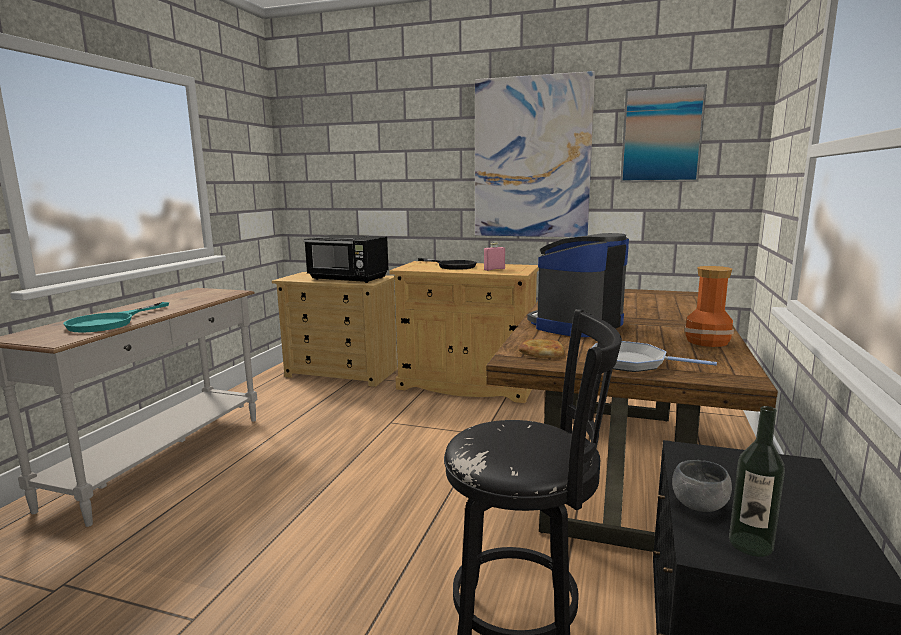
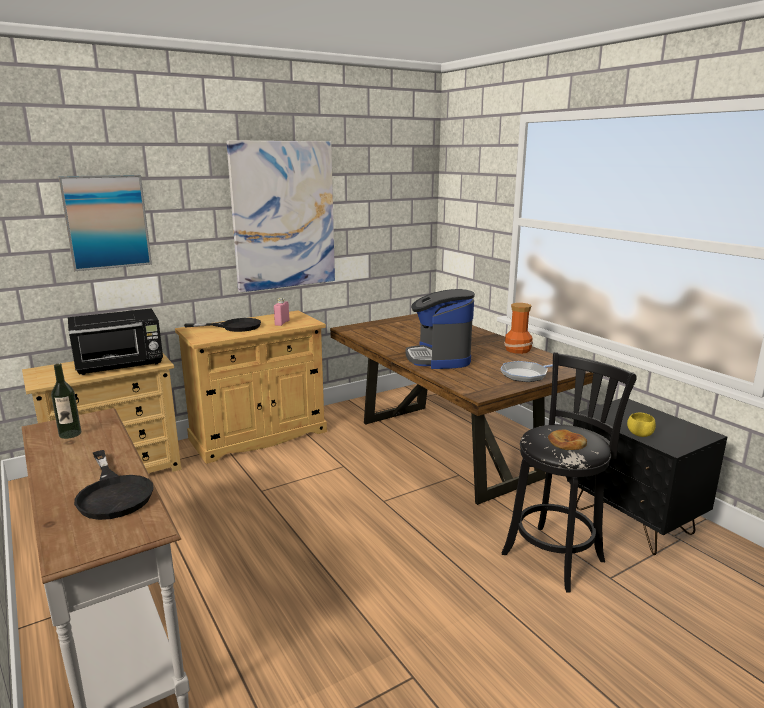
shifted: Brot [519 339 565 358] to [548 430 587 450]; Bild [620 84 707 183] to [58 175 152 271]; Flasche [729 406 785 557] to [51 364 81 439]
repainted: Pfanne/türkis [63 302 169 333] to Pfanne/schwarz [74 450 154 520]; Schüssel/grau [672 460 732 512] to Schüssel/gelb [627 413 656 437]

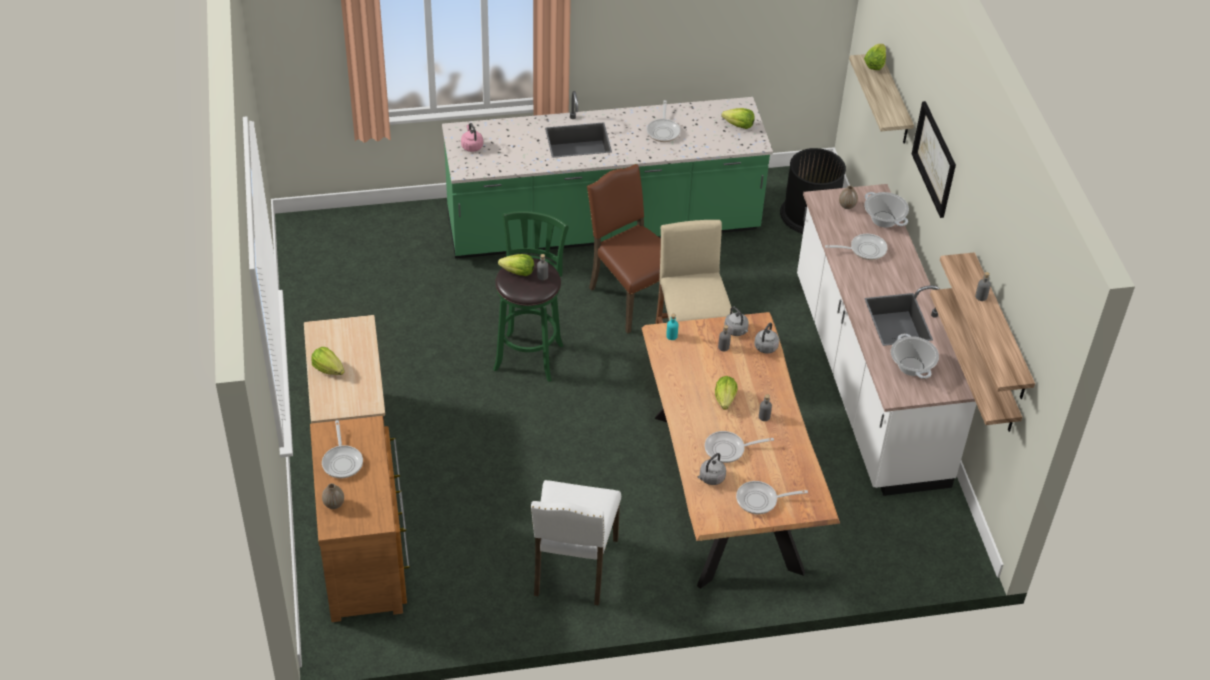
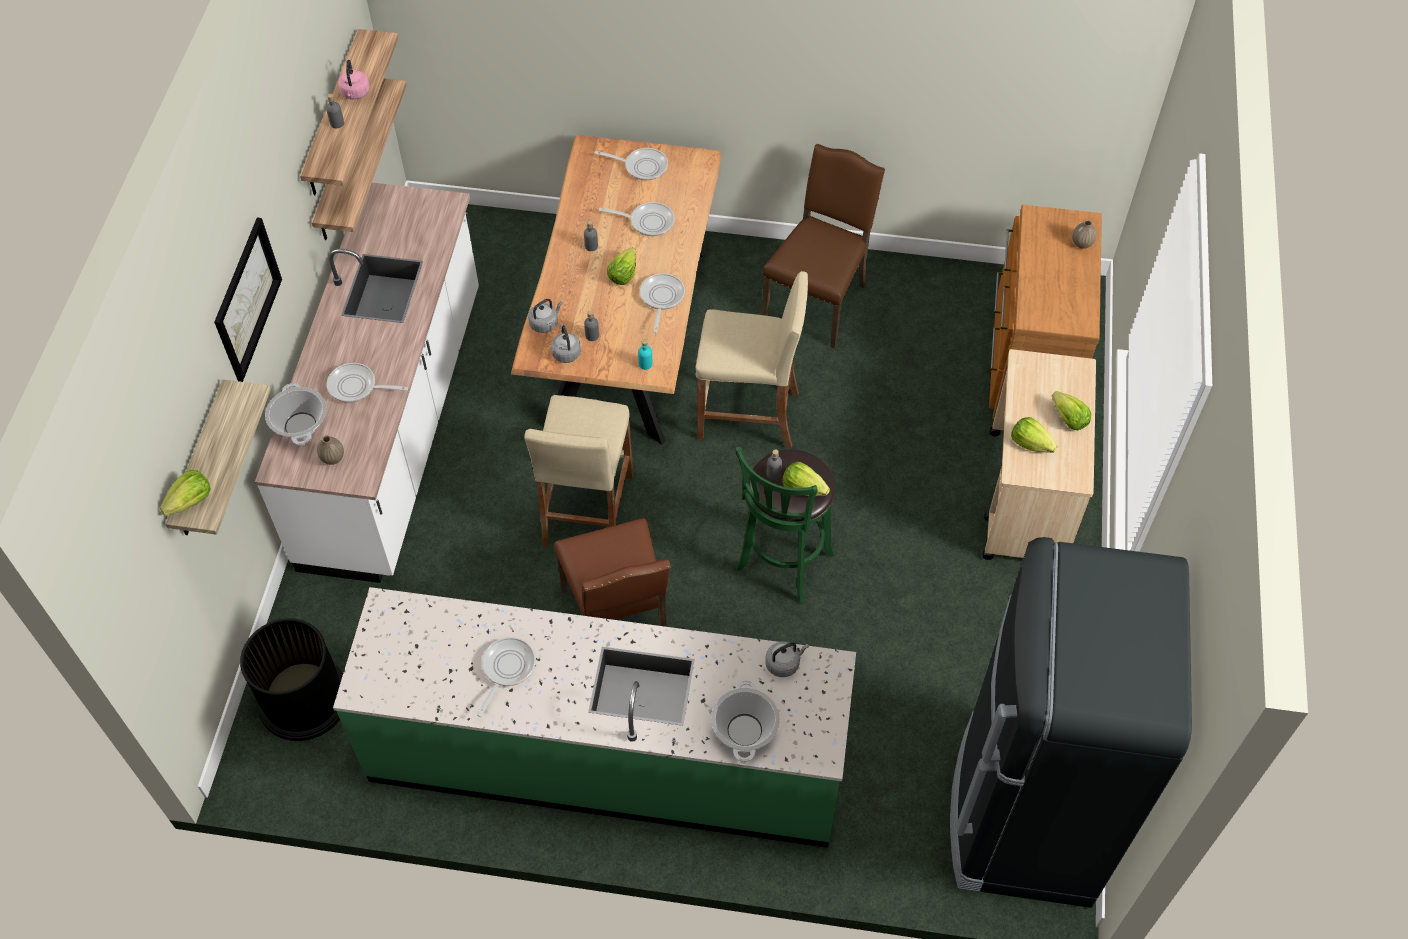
new: Hocker/beige [695 271 808 448]; Kühlschrank/schwarz [950 537 1192 908]
shifted: Pfanne [322 420 363 478] to [640 273 685 333]; Wasserkessel/rosa [461 123 483 152] to [338 60 370 100]; Wasserkessel/grau [698 453 726 485] to [765 642 809 677]; Salatkopf [721 108 755 129] to [1011 417 1058 453]; Kochtopf [891 334 939 379] to [711 680 780 762]
repainted: Stuhl/weiß [531 480 621 606] to Stuhl/braun [761 144 885 349]

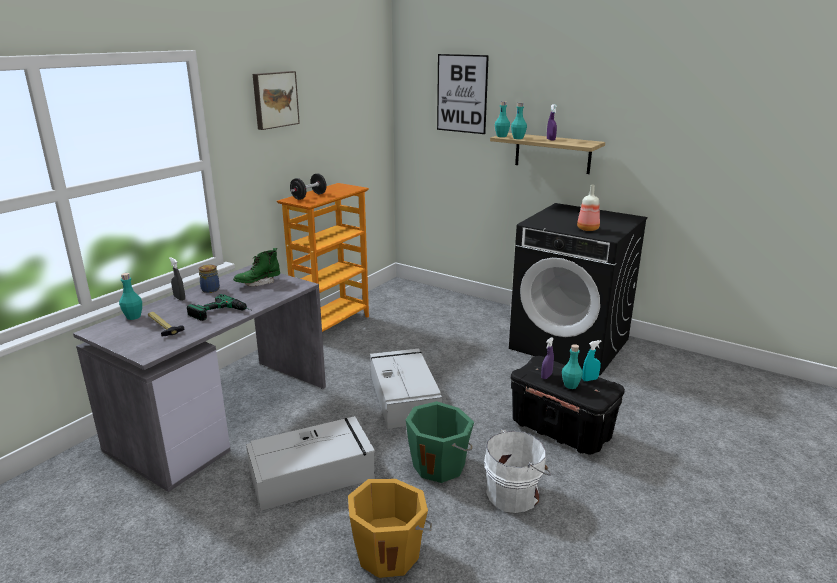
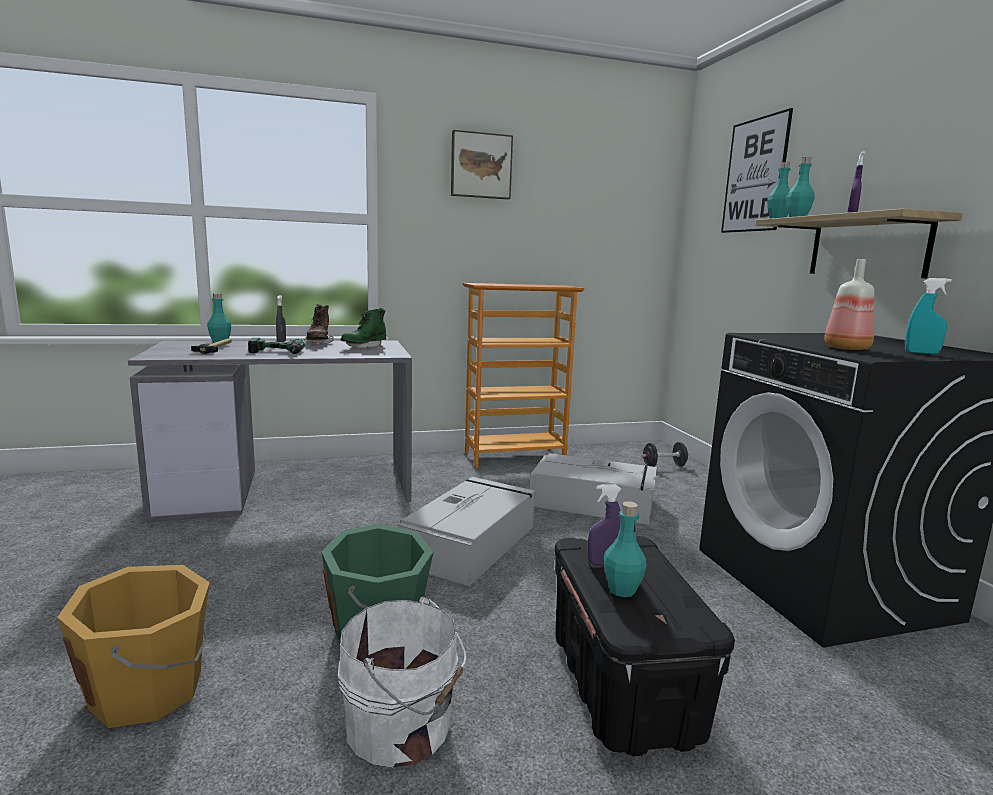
shifted: Aufbewahrungsbox/grau [246 416 375 511] to [530 453 657 525]; Hantel/schwarz [290 173 327 200] to [641 442 689 467]; Sprühflasche/türkis [582 340 602 381] to [905 278 952 354]
swapped: Vorratsglas [199 265 220 293] to Stiefel/braun [304 304 334 344]
rotated: Stiefel/grün [233 248 280 287] = [341 308 386 348] 60 degrees counterclockwise

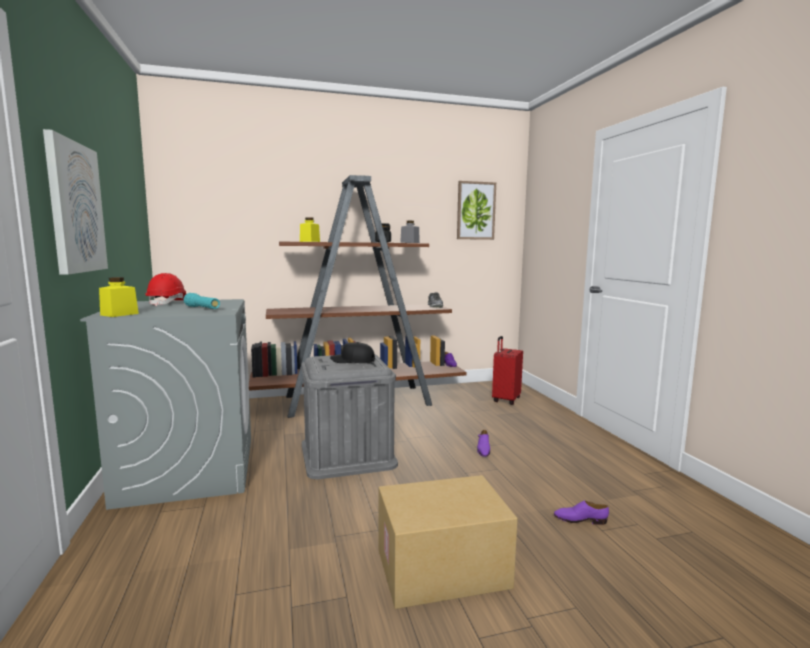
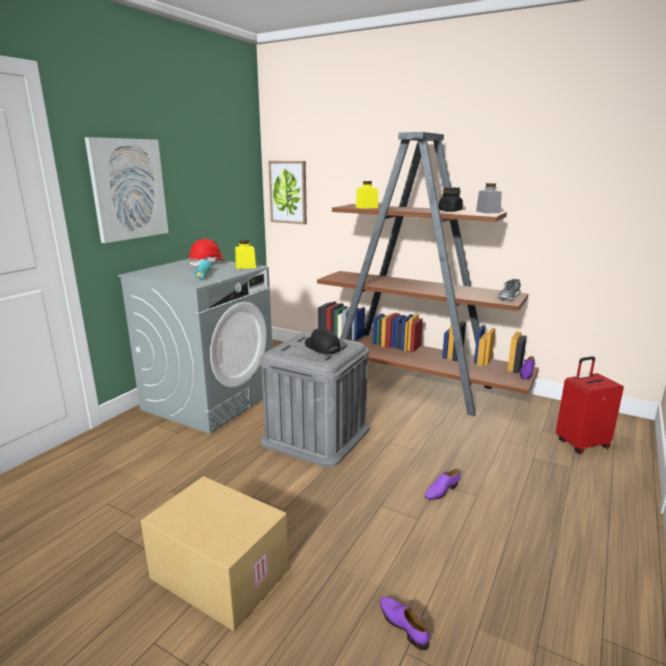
shifted: Vorratsglas/gelb [99 277 139 317] to [235 240 256 269]; Bild [457 181 496 240] to [268 161 307 224]

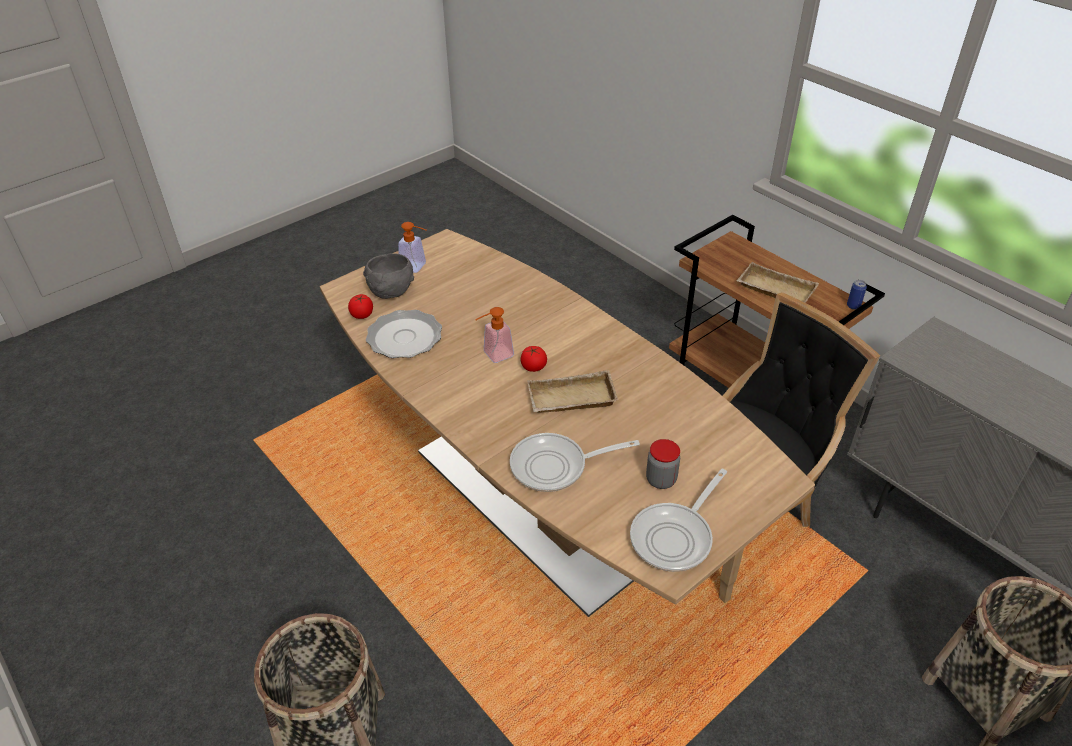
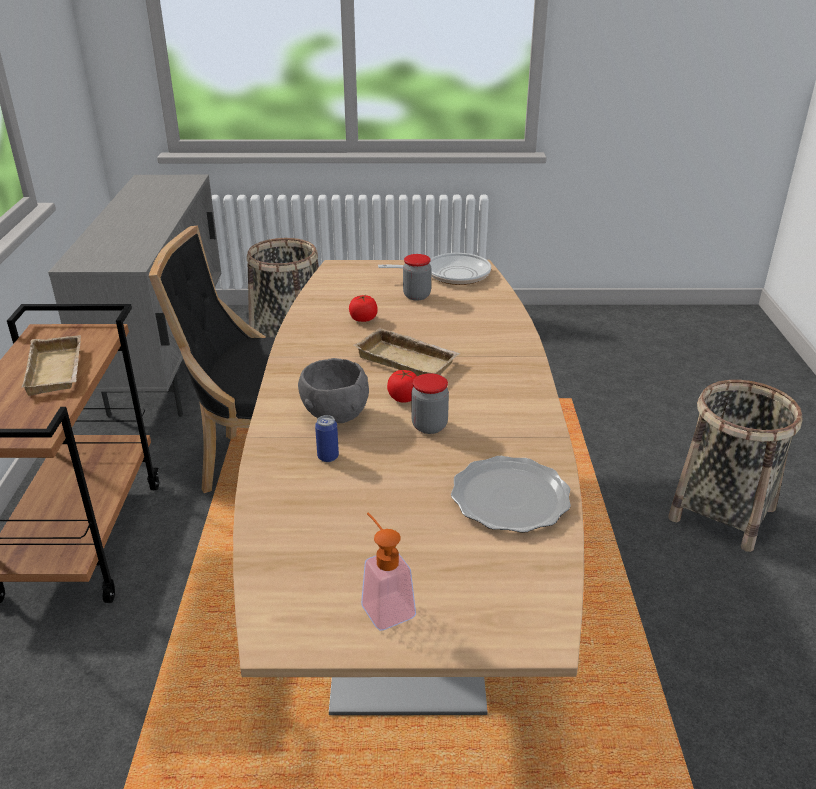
gone: Pfanne [510 433 640 492]
shifted: Tomate [348 294 373 319] to [349 295 378 322]; Schüssel/grau [363 253 414 299] to [298 358 369 423]; Dose [847 280 867 310] to [315 415 339 462]
swapped: Seifenspender [475 307 514 363] to Vorratsglas [411 373 449 434]

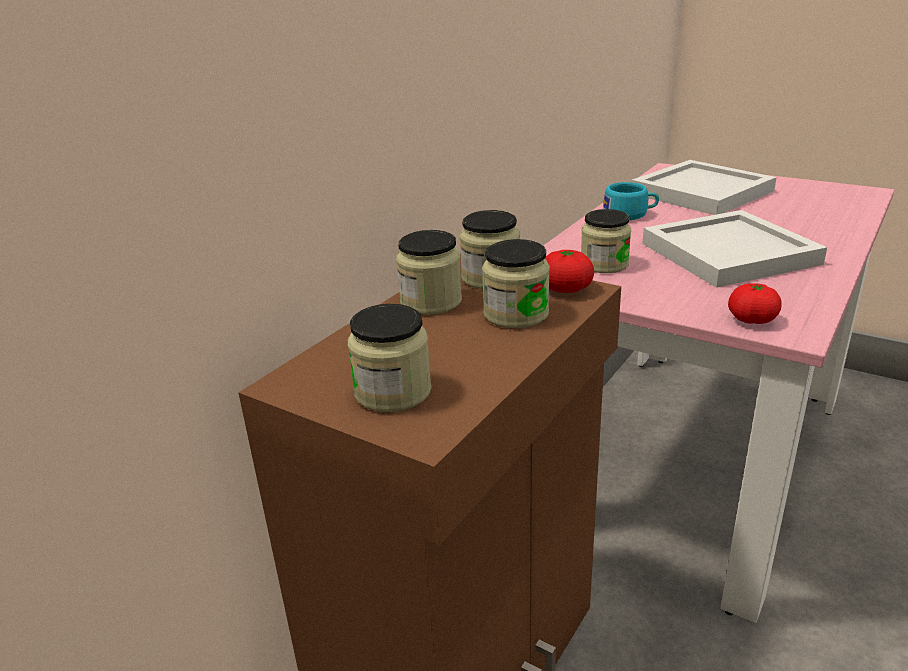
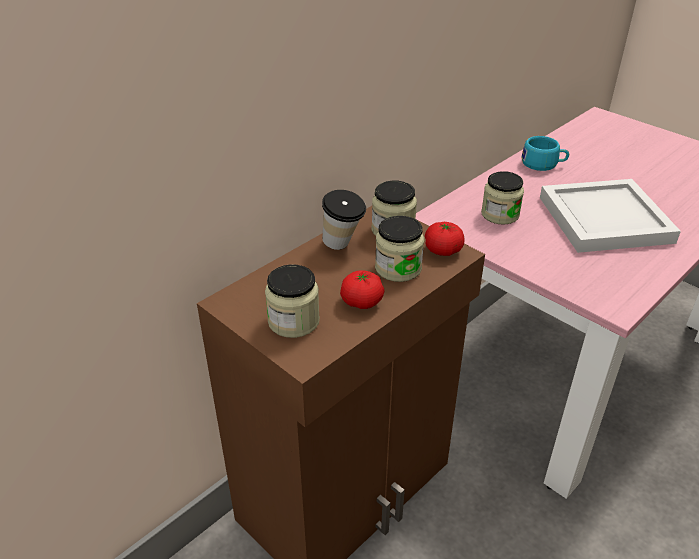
gone: Tablett/weiß [631 160 777 215]
shifted: Tomate [728 283 782 324] to [340 270 384 309]
swapped: Vorratsglas [396 230 462 315] to Tasse [322 190 366 250]

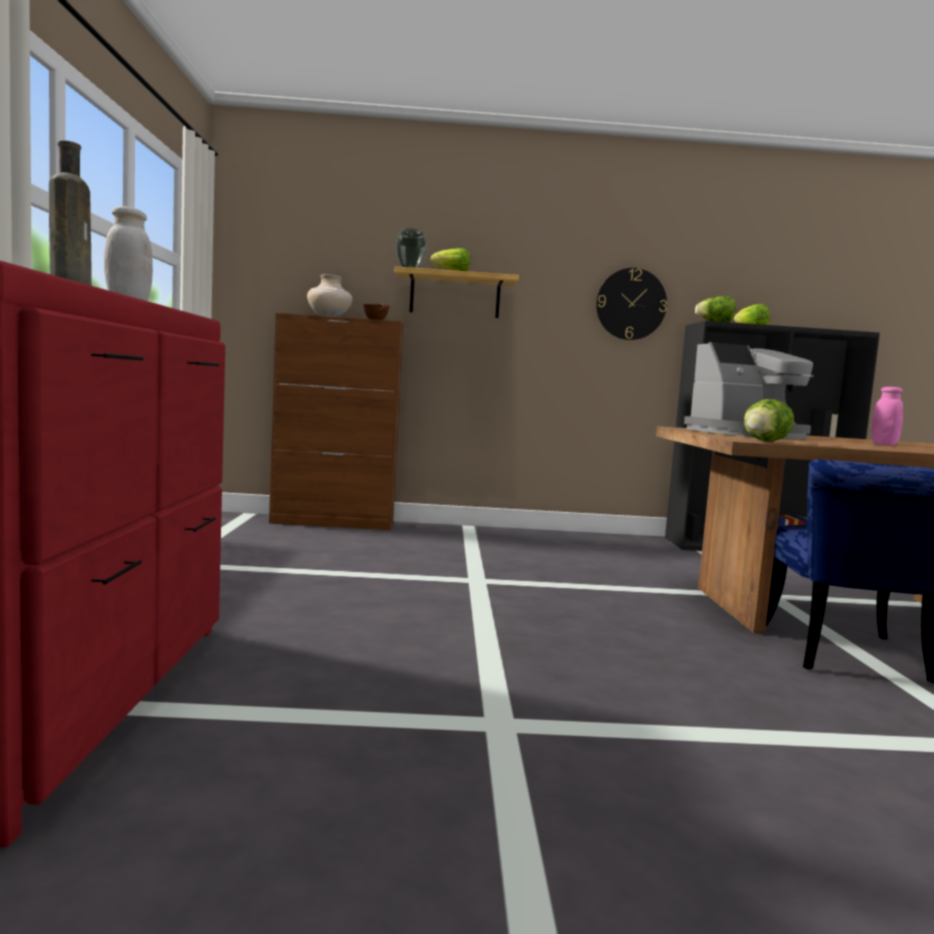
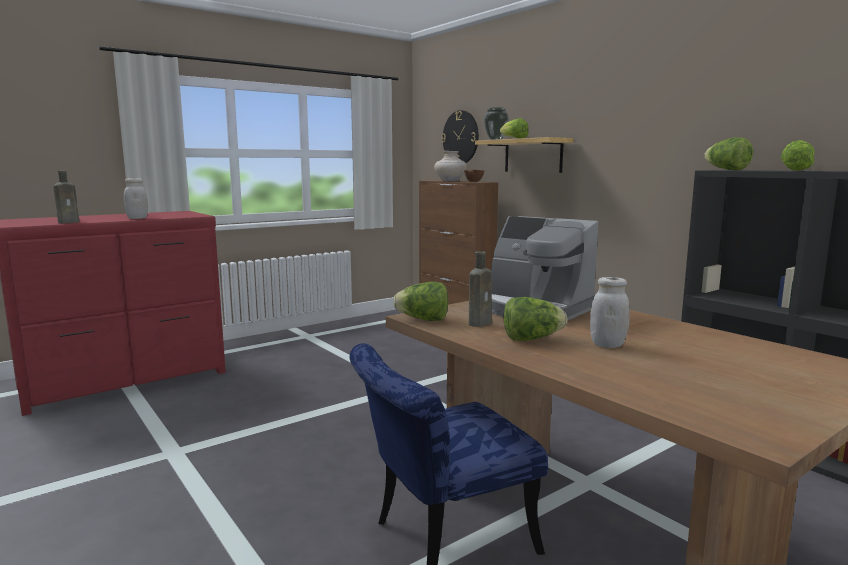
new: Flasche/braun [469 251 492 327]; Salatkopf [504 297 567 341]
shifted: Wanduhr [596 268 667 340] to [441 110 479 163]
repainted: Vorratsglas/rosa [872 387 903 446] to Vorratsglas/weiß [590 277 630 348]

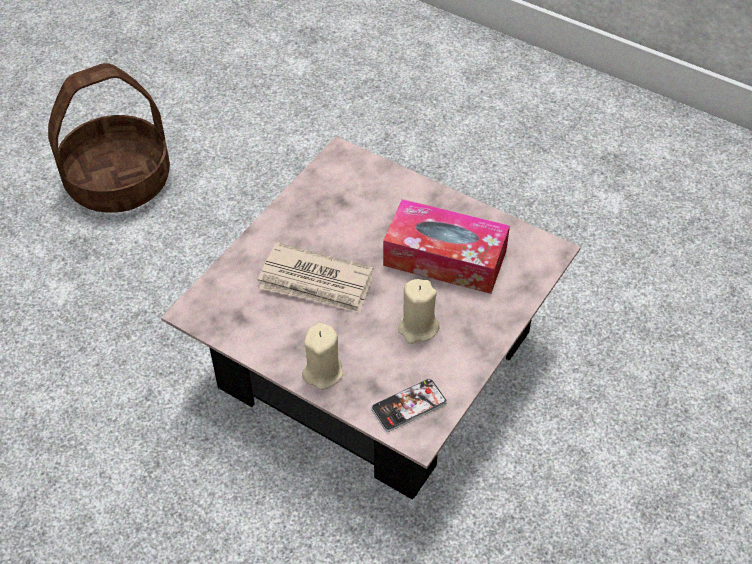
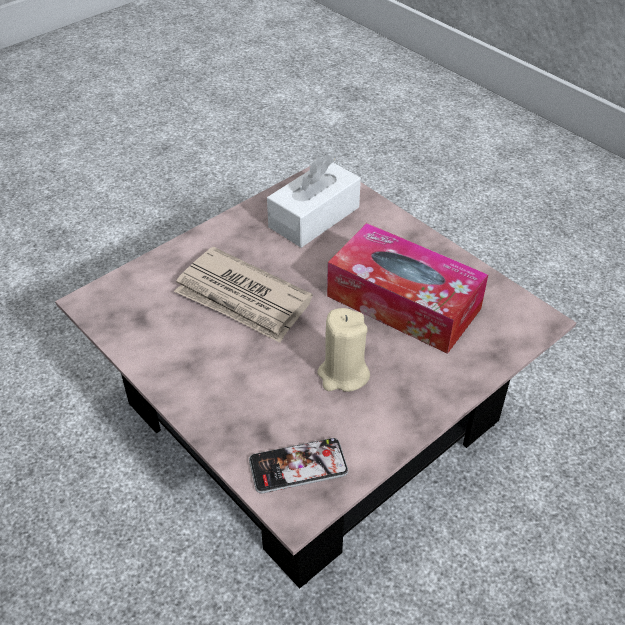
gone: Korb [48 63 170 213]; Kerze/beige [302 323 343 390]
new: Taschentuchbox/weiß [267 155 361 248]

